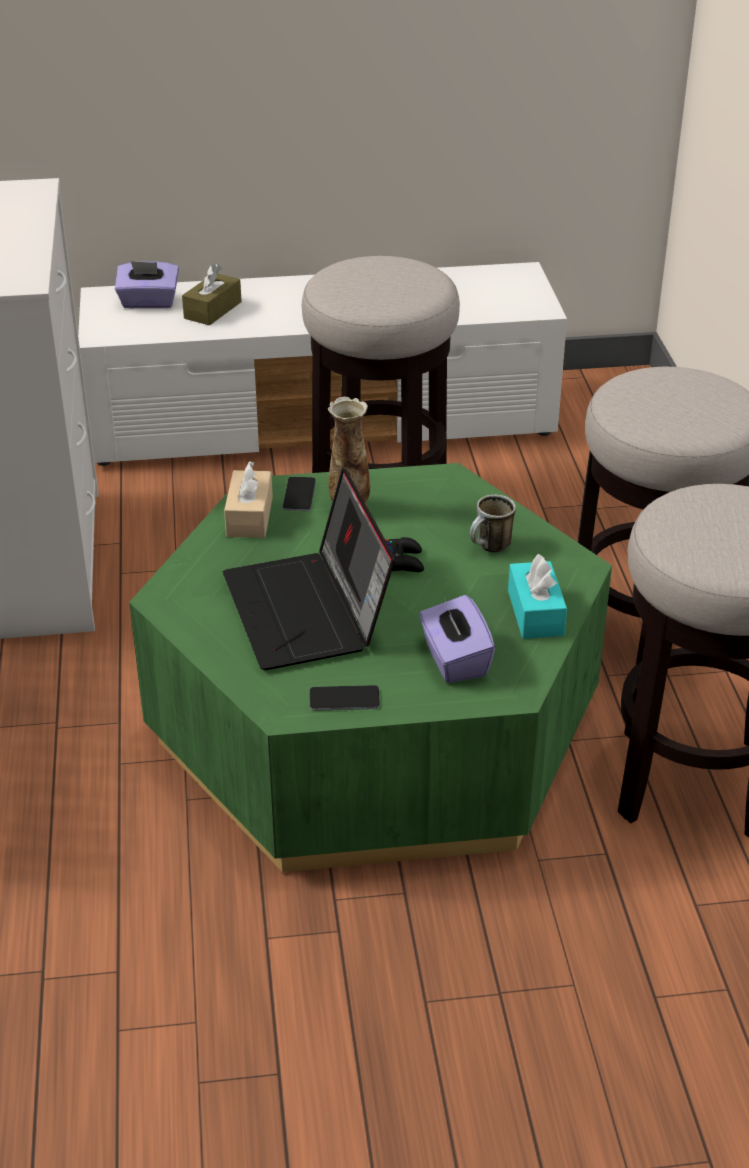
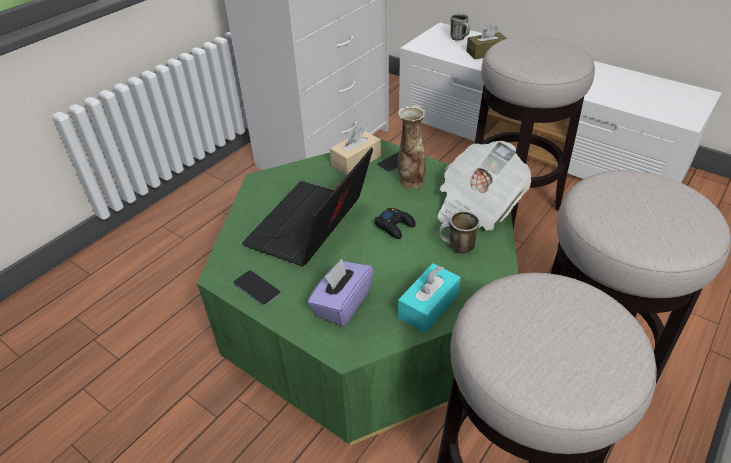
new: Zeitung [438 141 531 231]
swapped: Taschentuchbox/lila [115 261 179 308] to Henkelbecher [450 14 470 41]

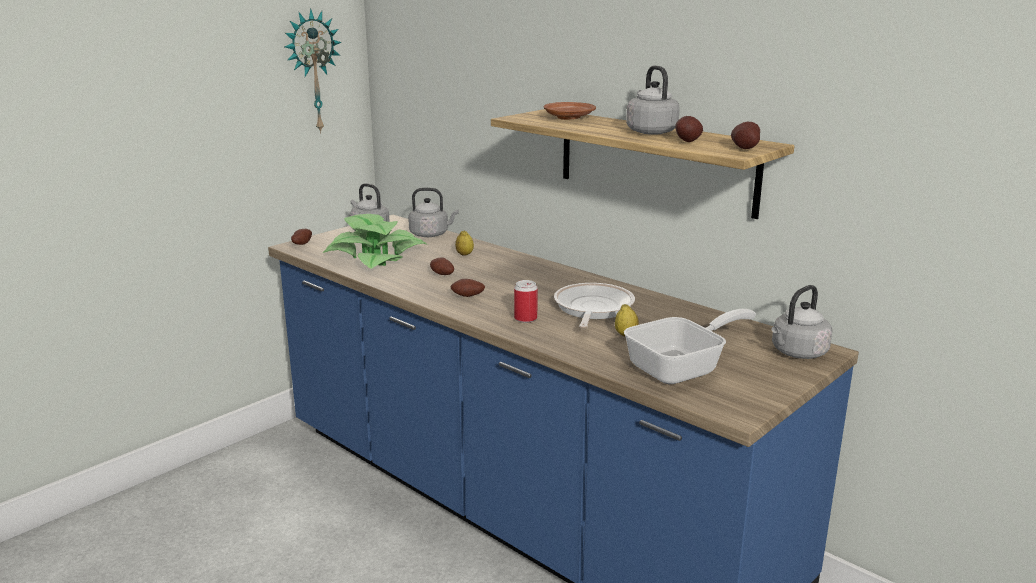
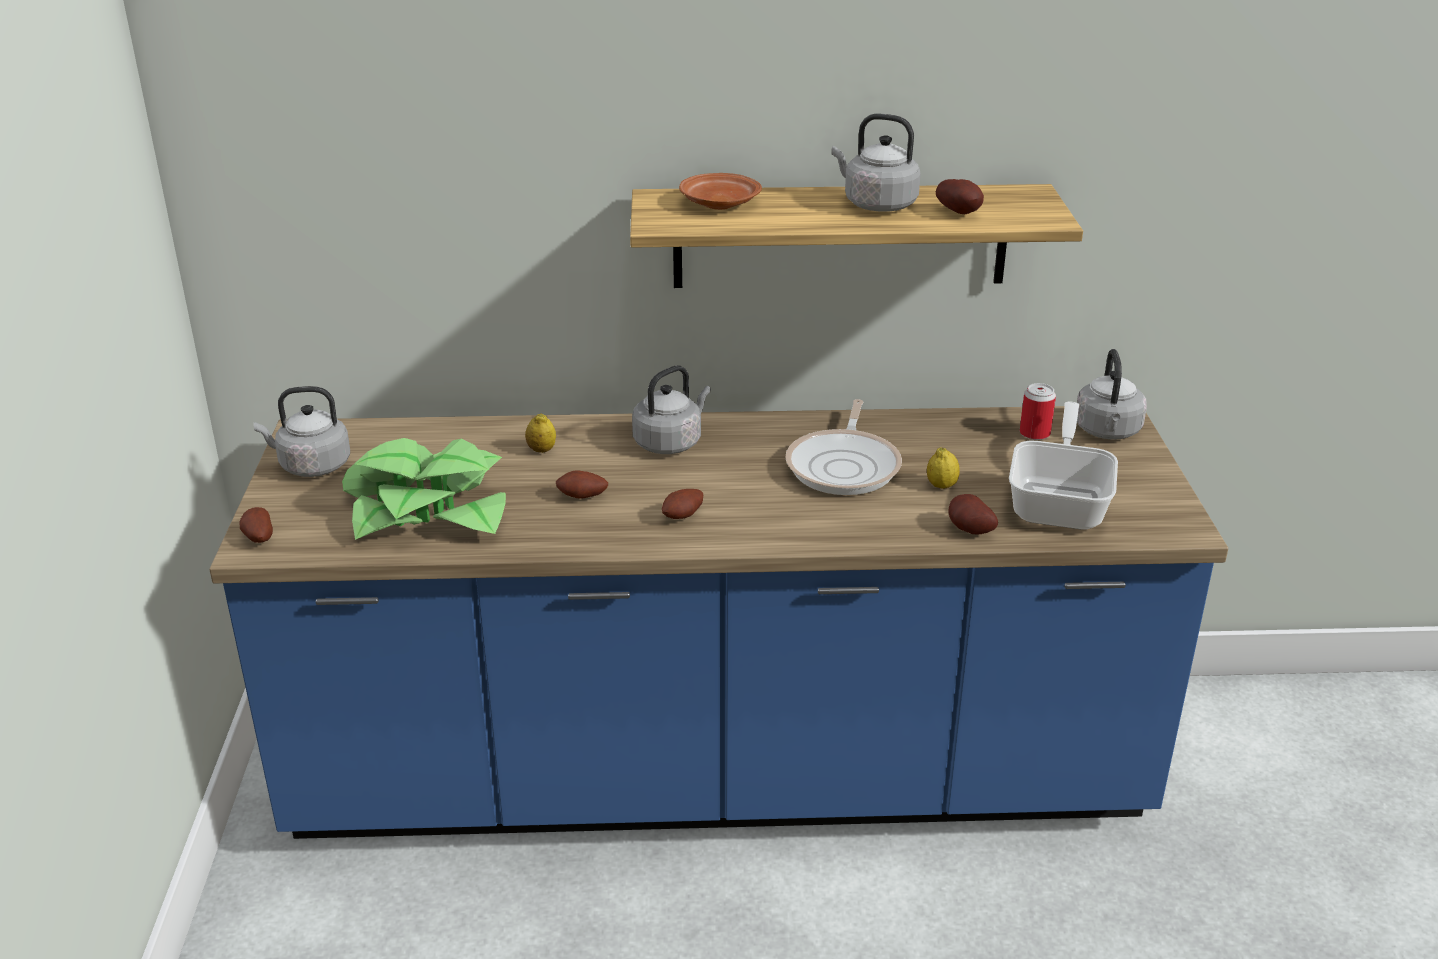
gone: Wanduhr [284 8 342 134]
shifted: Wasserkessel/grau [408 188 459 237] to [632 365 711 454]; Dose [514 280 538 323] to [1020 383 1056 440]; Kartoffel [731 122 760 149] to [949 494 998 534]
rotated: Pfanne [554 283 635 328] = [785 399 902 495] 135 degrees counterclockwise

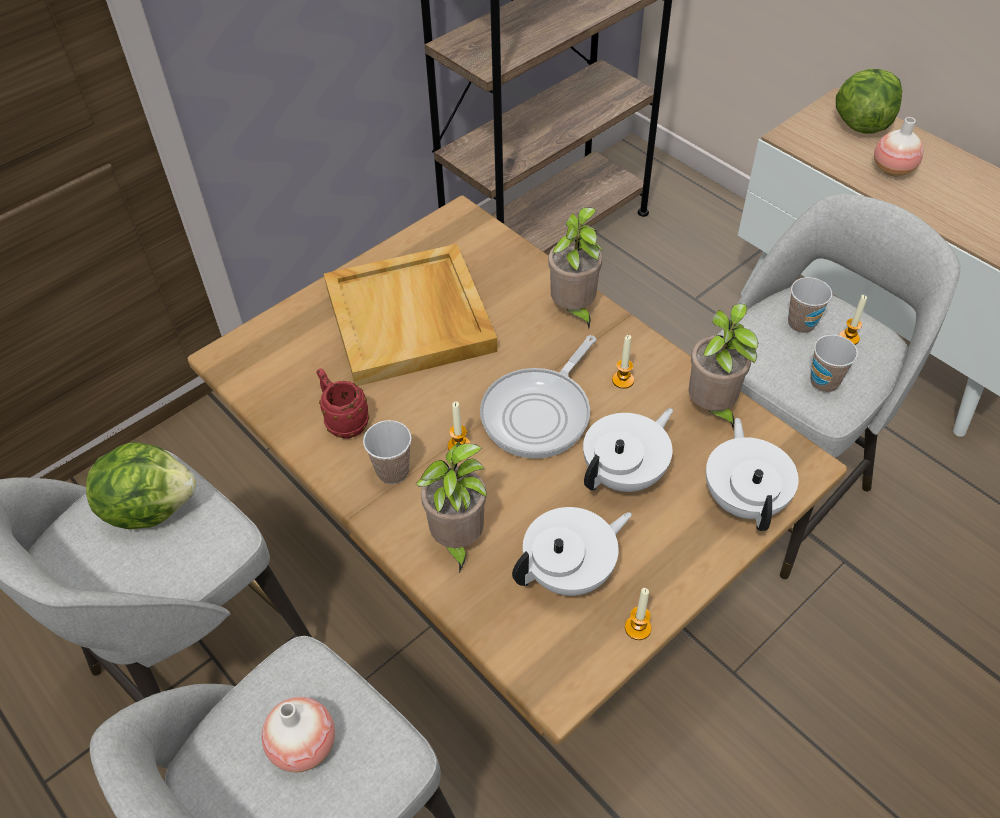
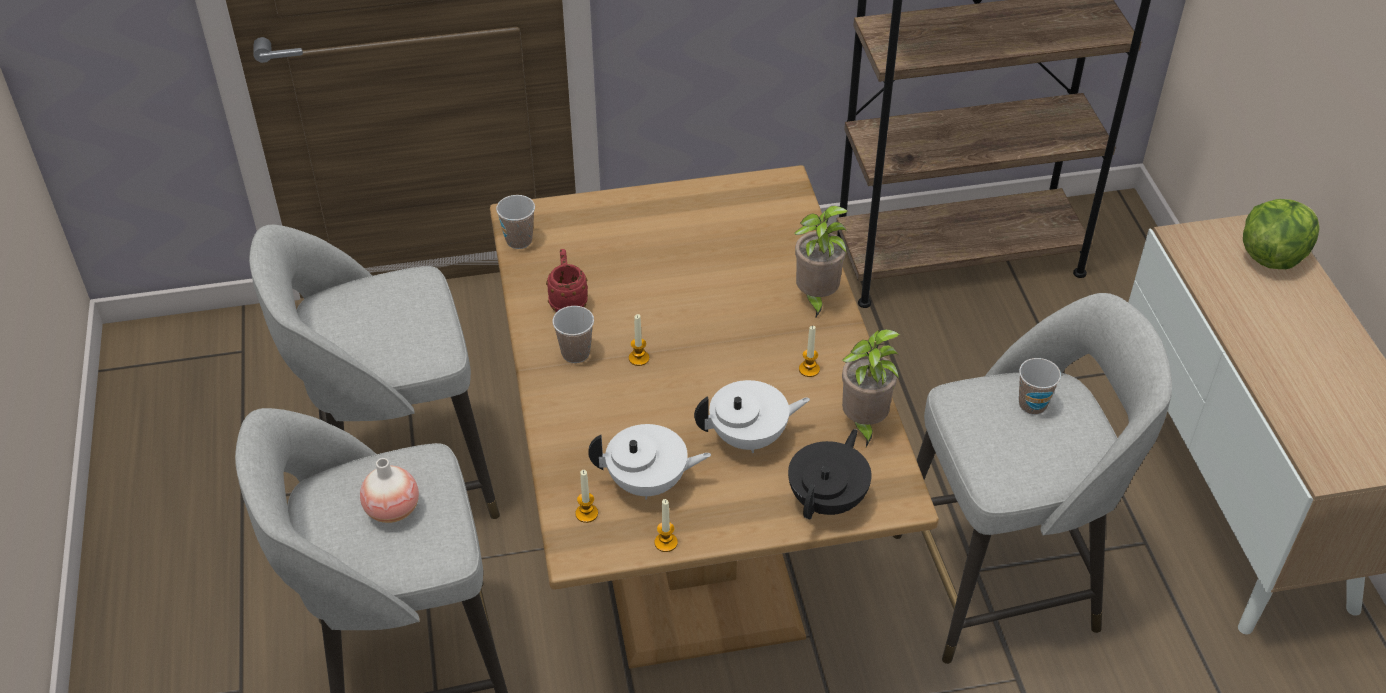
gone: Salatkopf [86 442 196 529]; Tablett/beige [324 244 498 386]; Topfpflanze [415 443 487 573]; Pfanne [480 335 596 459]; Vase [874 117 923 177]
shifted: Tasse [810 335 858 393] to [496 195 535 249]; Kerze [839 295 867 345] to [575 470 598 523]
repainted: Teekanne/weiß [706 418 799 531] to Teekanne/schwarz [788 429 872 519]

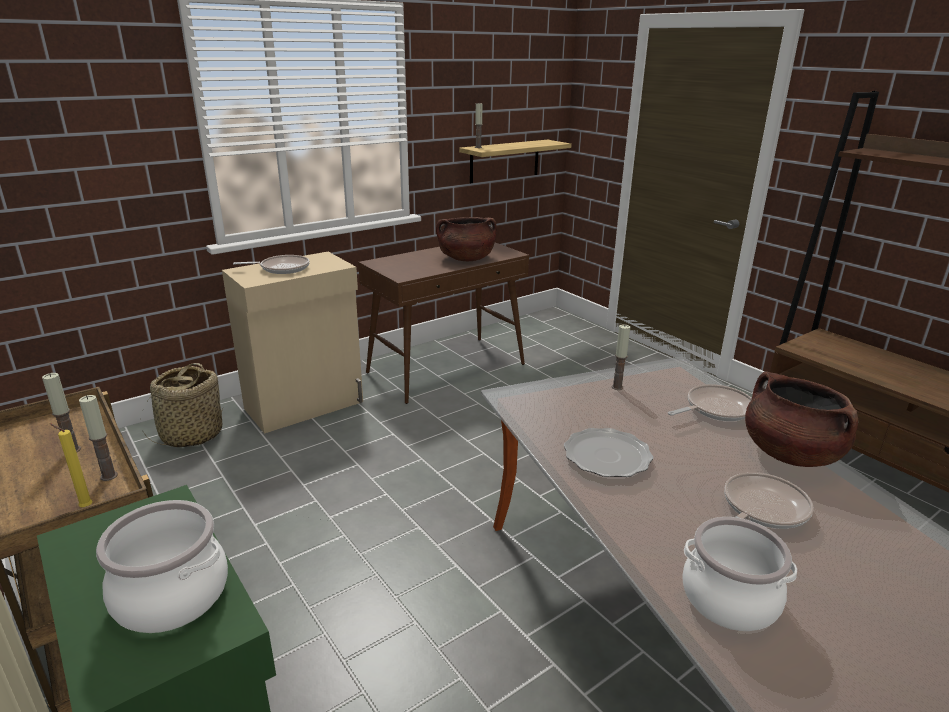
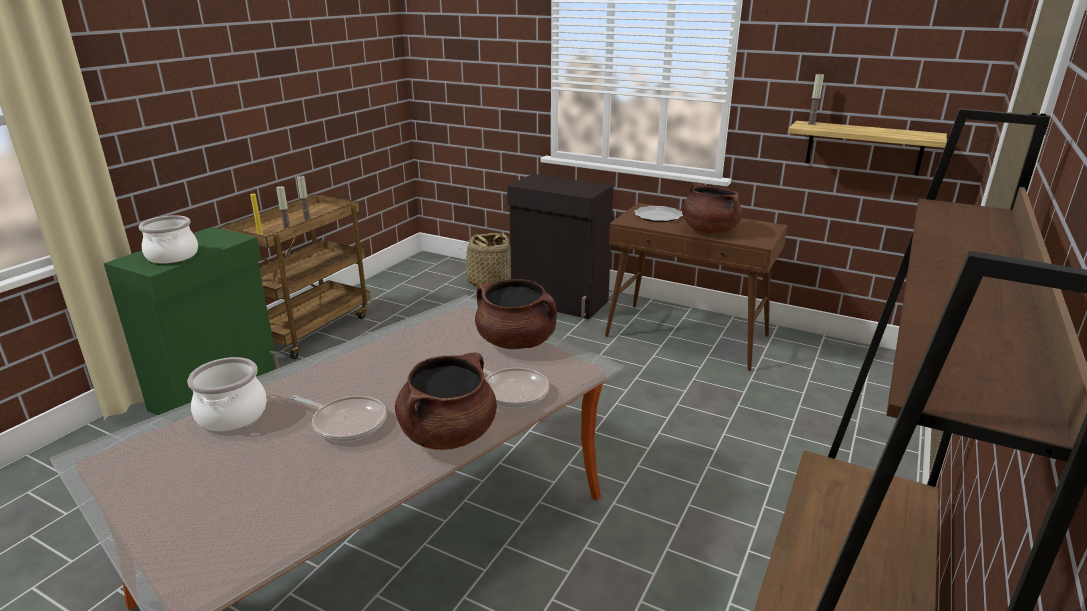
gone: Pfanne [233 255 310 274]
shifted: Teller [564 428 653 477] to [634 206 683 222]
swapped: Kerze [612 324 630 390] to Kochtopf/braun [475 279 557 349]
repainted: Schrank/beige [222 252 363 434] to Schrank/schwarz [507 174 614 319]

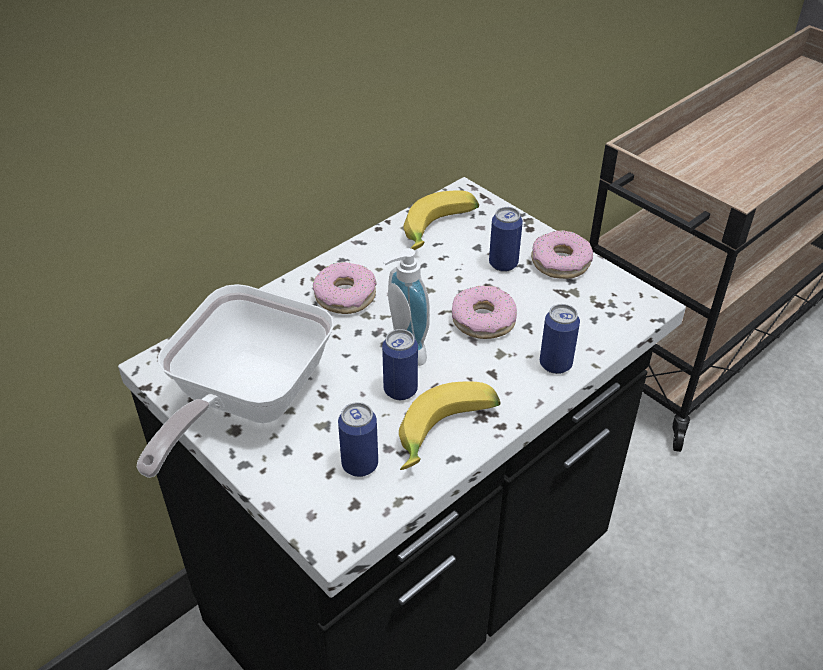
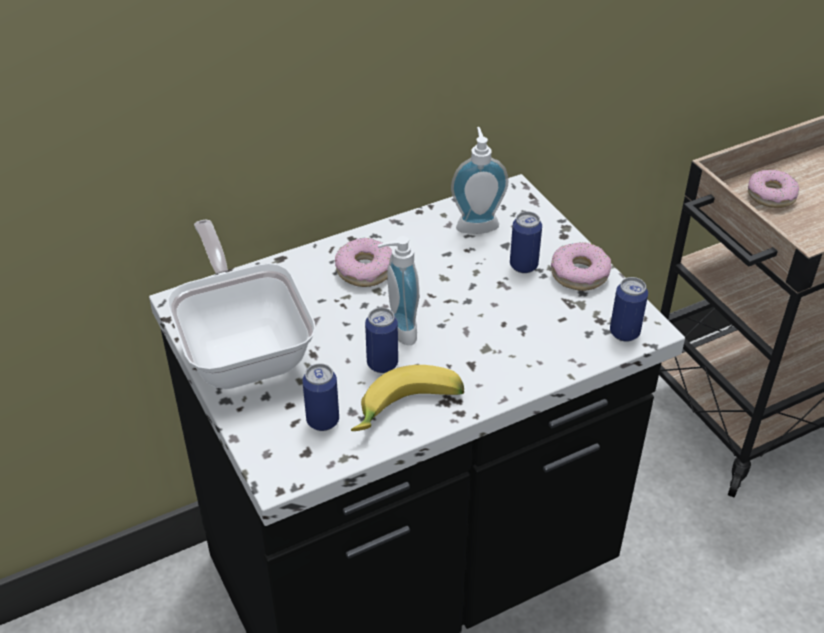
shifted: Donut [452 286 517 339] to [748 170 799 208]; Dose [540 304 580 374] to [610 277 648 342]
swapped: Banane [404 190 479 250] to Seifenspender [451 127 508 234]
rotated: Pfanne [137 284 334 478] = [167 220 316 389] 120 degrees clockwise

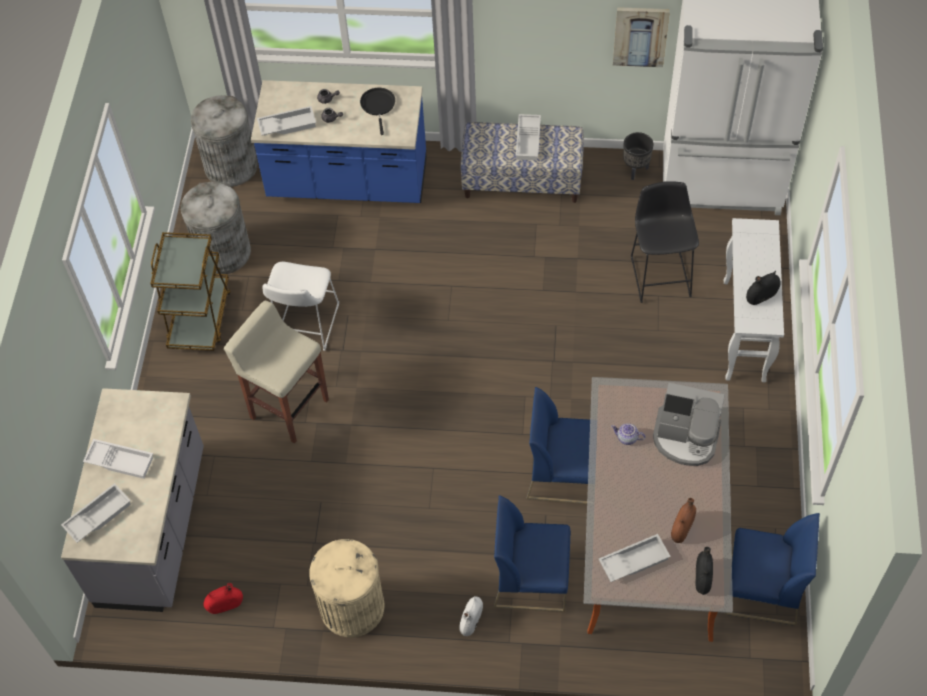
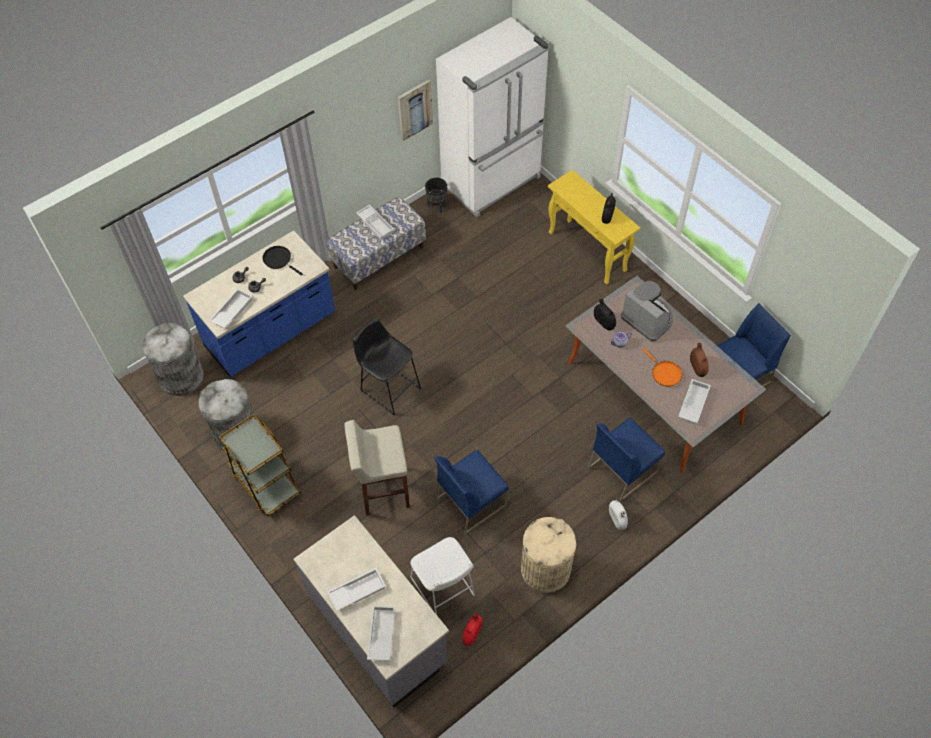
new: Pfanne/orange [642 348 682 387]
shifted: Hocker/weiß [262 262 339 351] to [410 537 475 615]; Stuhl/blau [526 387 590 504] to [434 450 509 535]; Hocker/schwarz [631 181 699 303] to [353 318 422 415]; Vase/schwarz [696 547 713 595] to [594 299 616 330]
repainted: Konsolentisch/weiß [724 218 784 382] to Konsolentisch/gelb [548 170 640 285]
rotated: Kaffeemaschine [653 383 725 466] = [621 281 673 342] 105 degrees counterclockwise

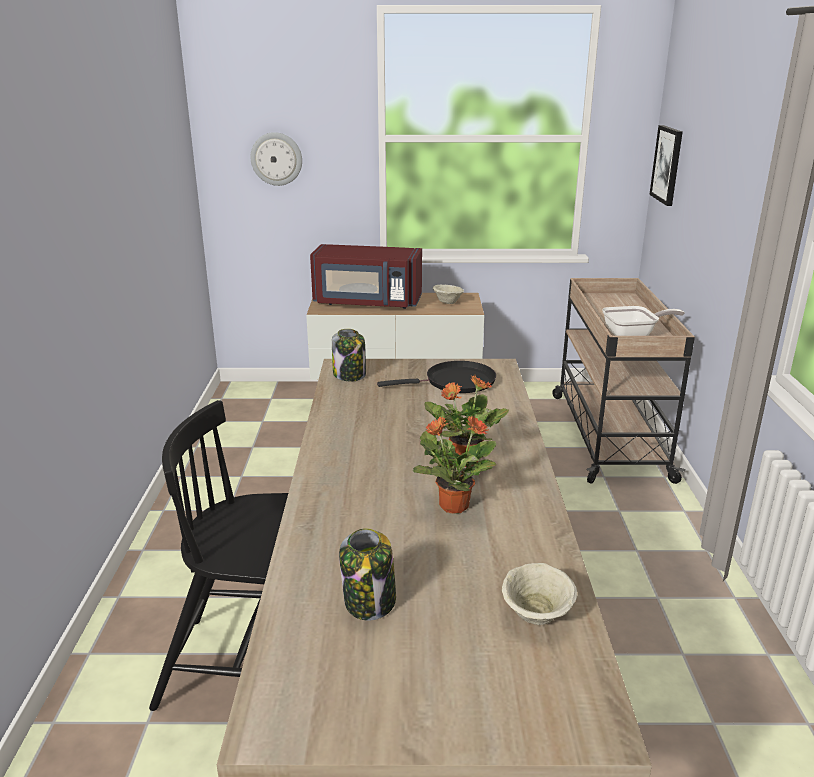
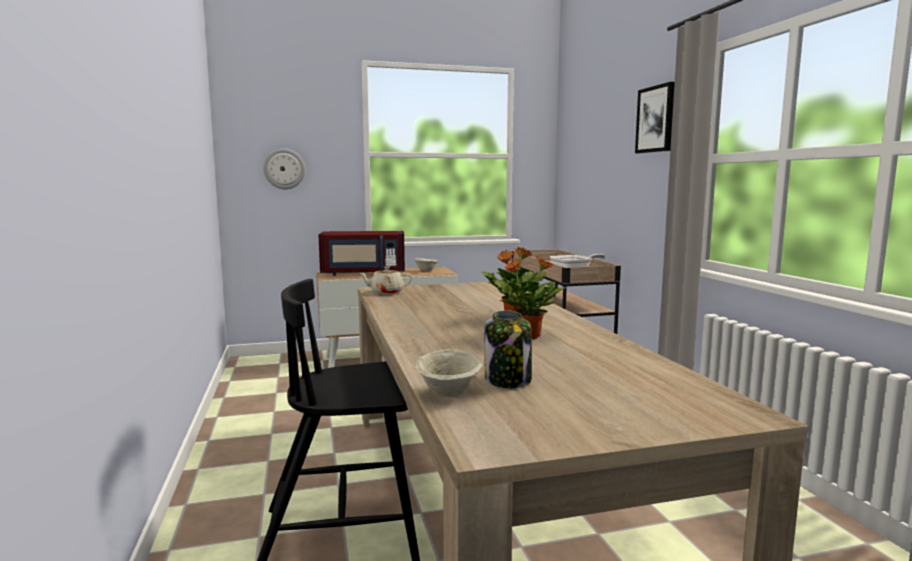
gone: Pfanne/schwarz [377 361 496 393]
shifted: Schüssel/beige [502 563 577 625] to [415 349 483 397]; Bild [649 125 683 206] to [635 82 675 153]
swapped: Vorratsglas [332 329 366 381] to Teekanne/beige [359 267 412 294]

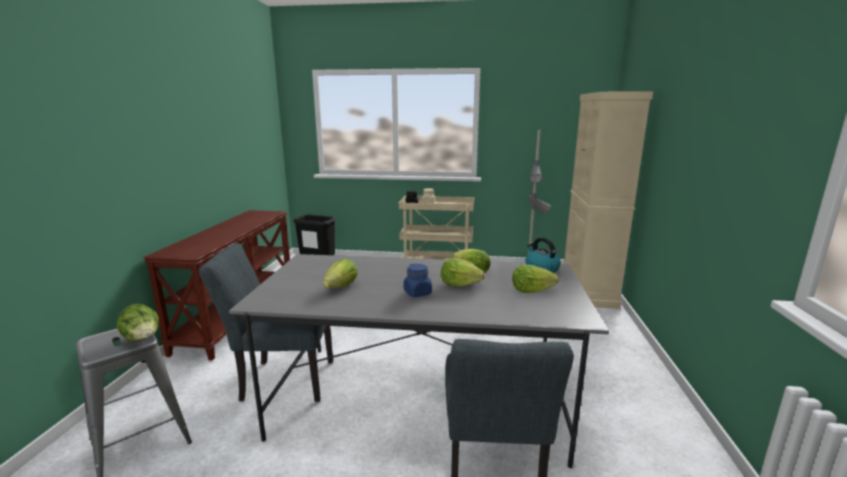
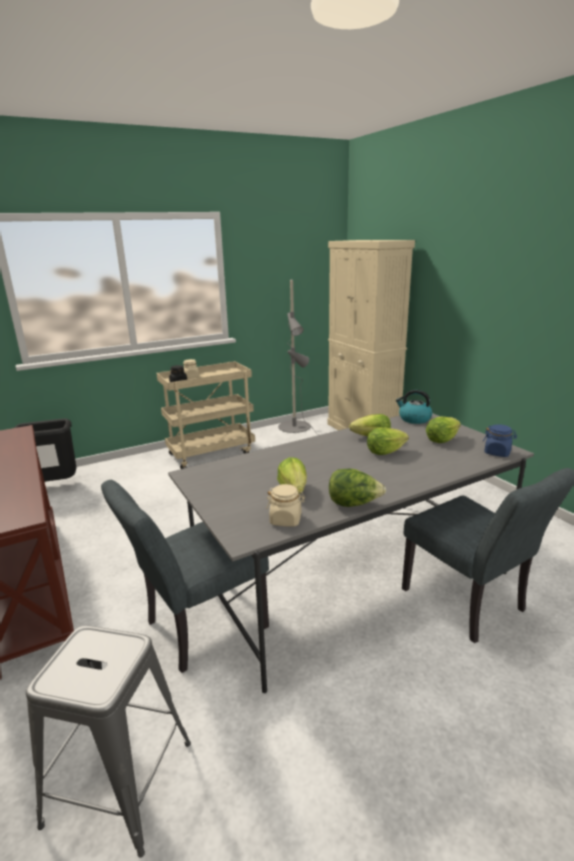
new: Vorratsglas/beige [266 484 305 526]
shifted: Salatkopf [117 304 159 341] to [329 468 386 507]; Vorratsglas/blau [404 263 432 297] to [483 424 517 457]

